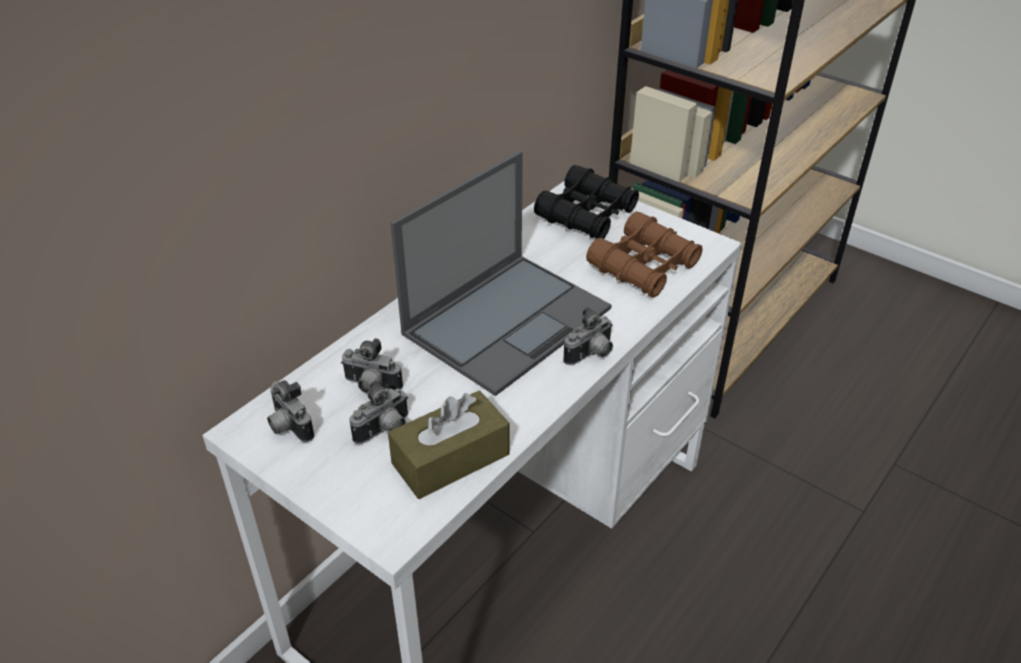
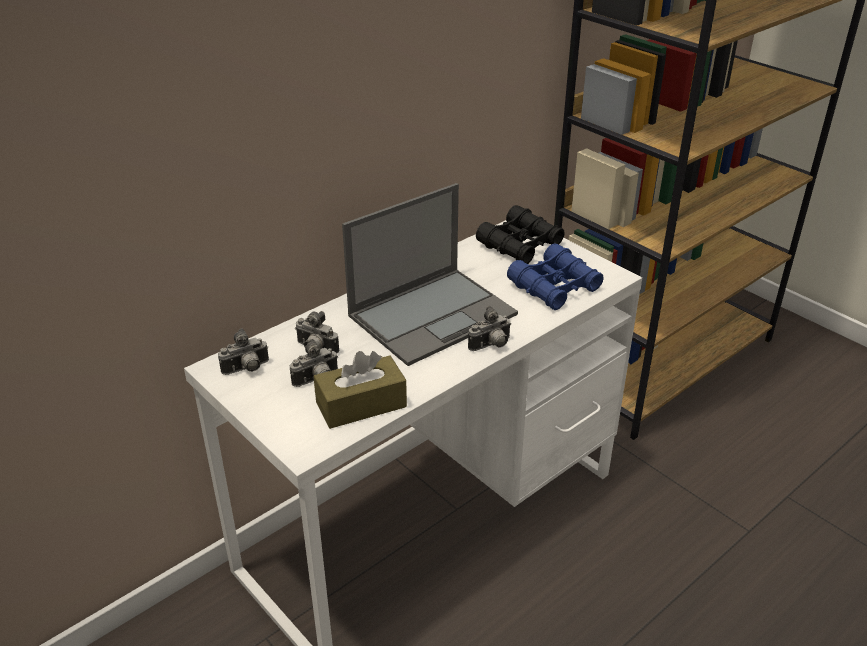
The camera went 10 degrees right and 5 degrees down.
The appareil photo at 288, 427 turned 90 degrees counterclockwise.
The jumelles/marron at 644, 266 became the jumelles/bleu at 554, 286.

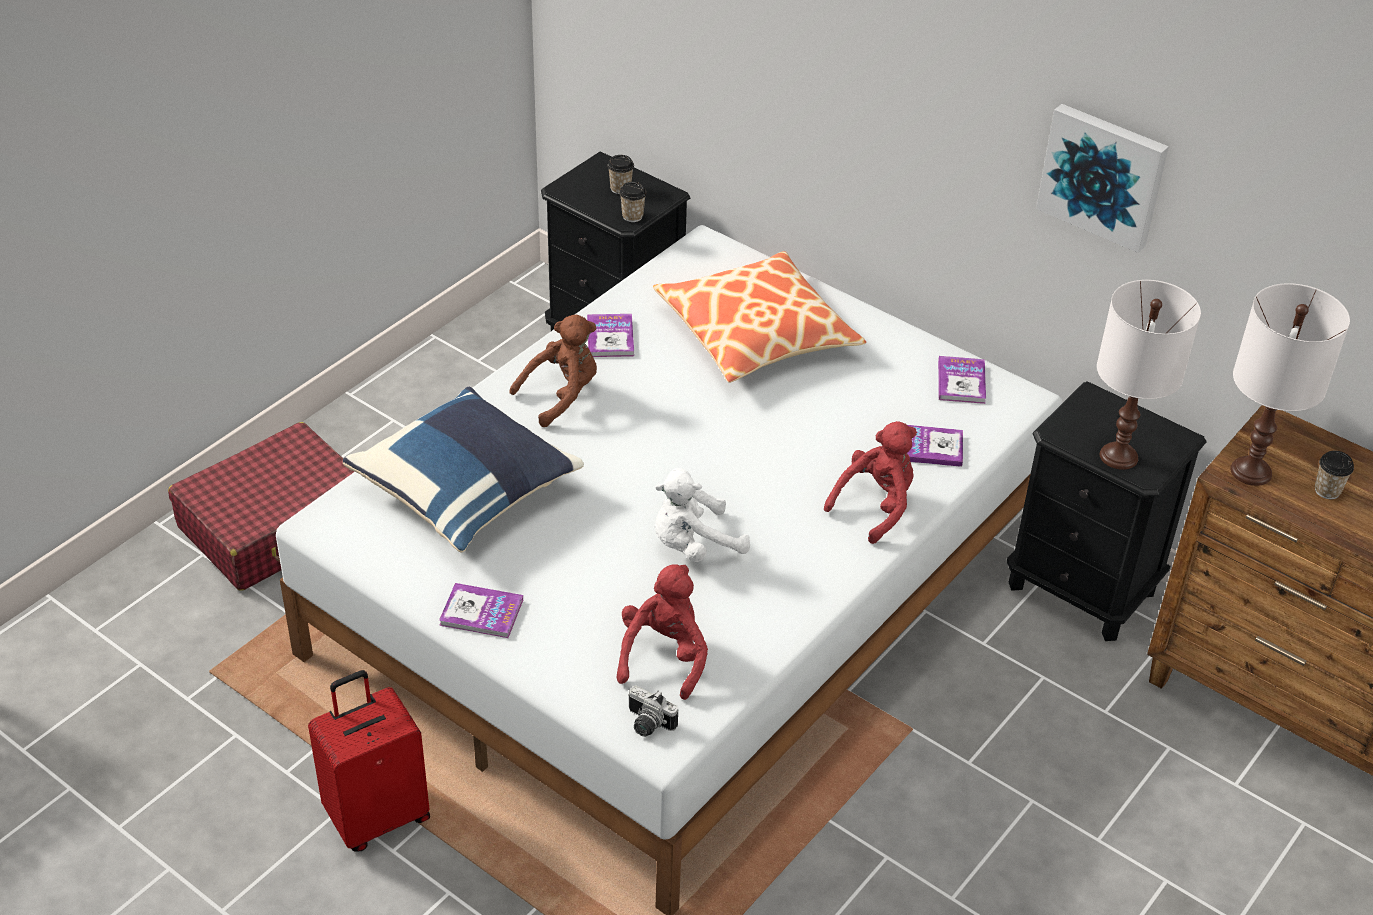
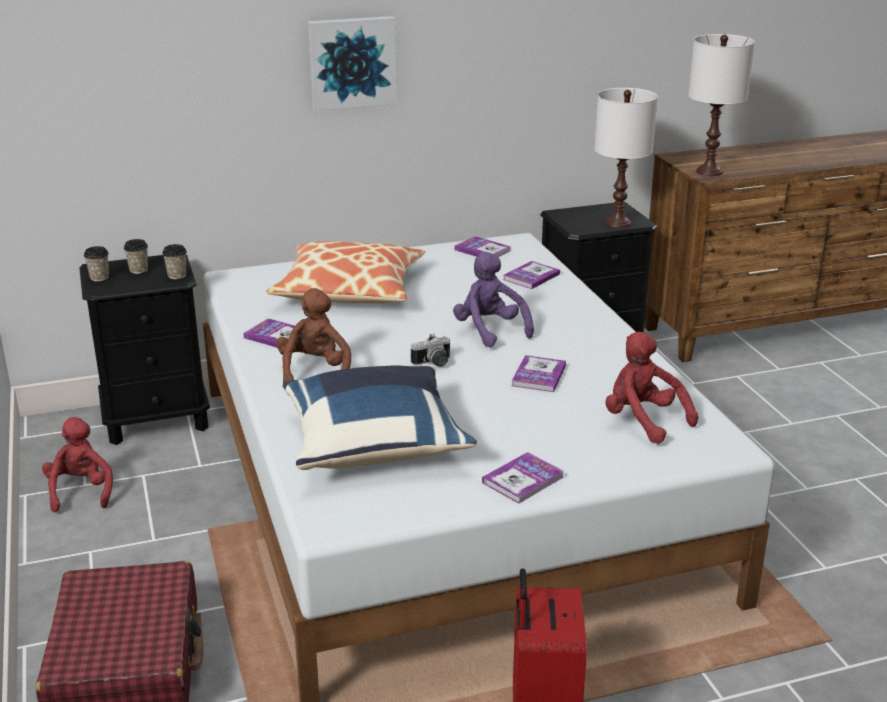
The camera went 55 degrees left and 15 degrees down.
The appareil photo moved from 647, 724 to 434, 363.
The peluche/blanc at 693, 545 was replaced by the livre at 539, 375.
The peluche/rouge moved from 875, 506 to 81, 492.
The tableau moved from 1103, 175 to 352, 62.
The tasse moved from 1327, 491 to 99, 277.
The peluche/violet at 490, 331 appeared.

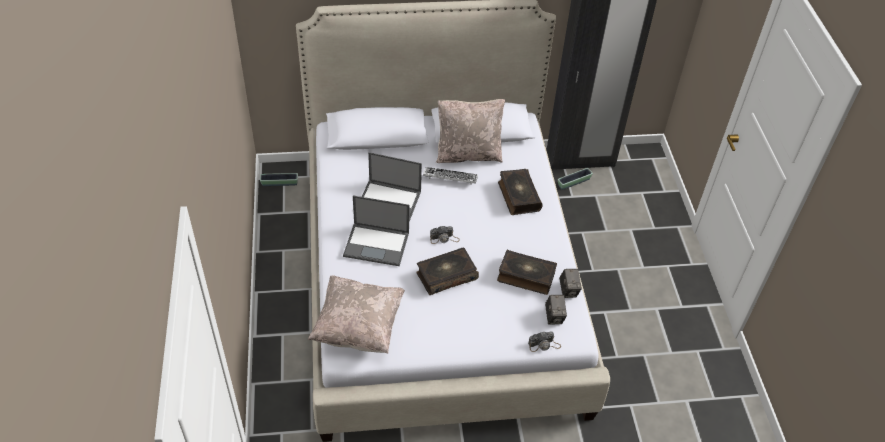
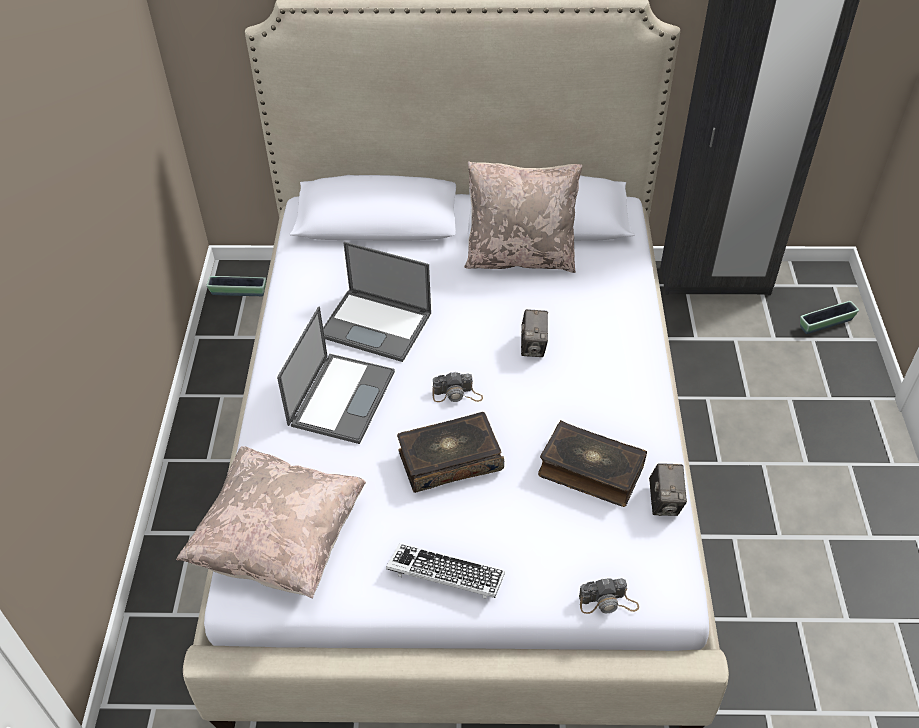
The camera went 10 degrees right and 0 degrees up.
The ordinateur portable at 377, 244 turned 90 degrees counterclockwise.
The clavier moved from 450, 178 to 445, 575.
The livre at 518, 196 disappeared.
The appareil photo moved from 554, 317 to 533, 346.
The cache-pot moved from 574, 182 to 826, 323.

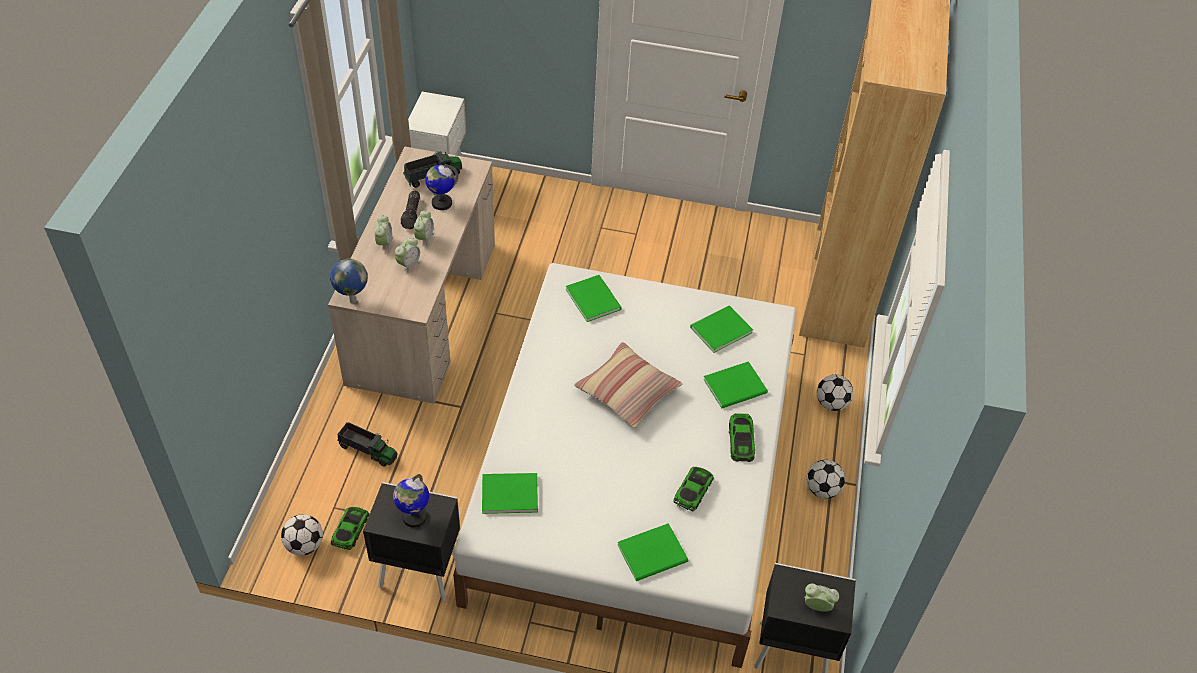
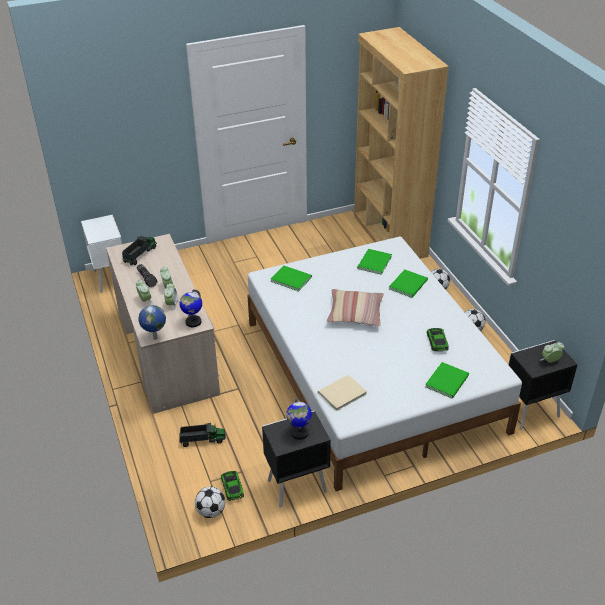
The camera went 30 degrees left and 10 degrees down.
The globe moved from 441, 203 to 193, 322.
The livre/vert at 508, 493 became the livre/beige at 340, 393.
The petite voiture at 741, 440 disappeared.

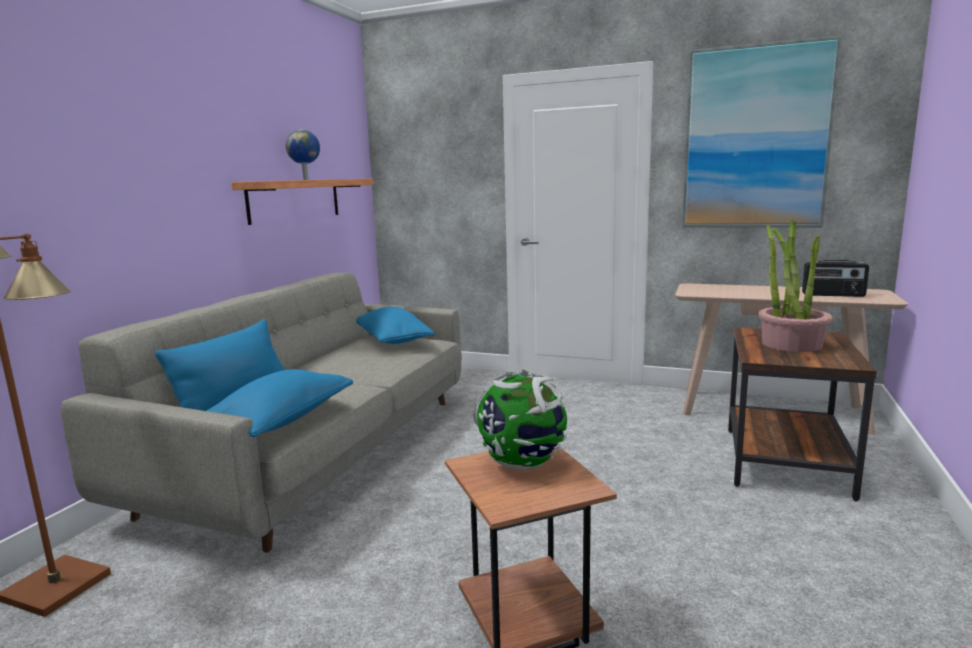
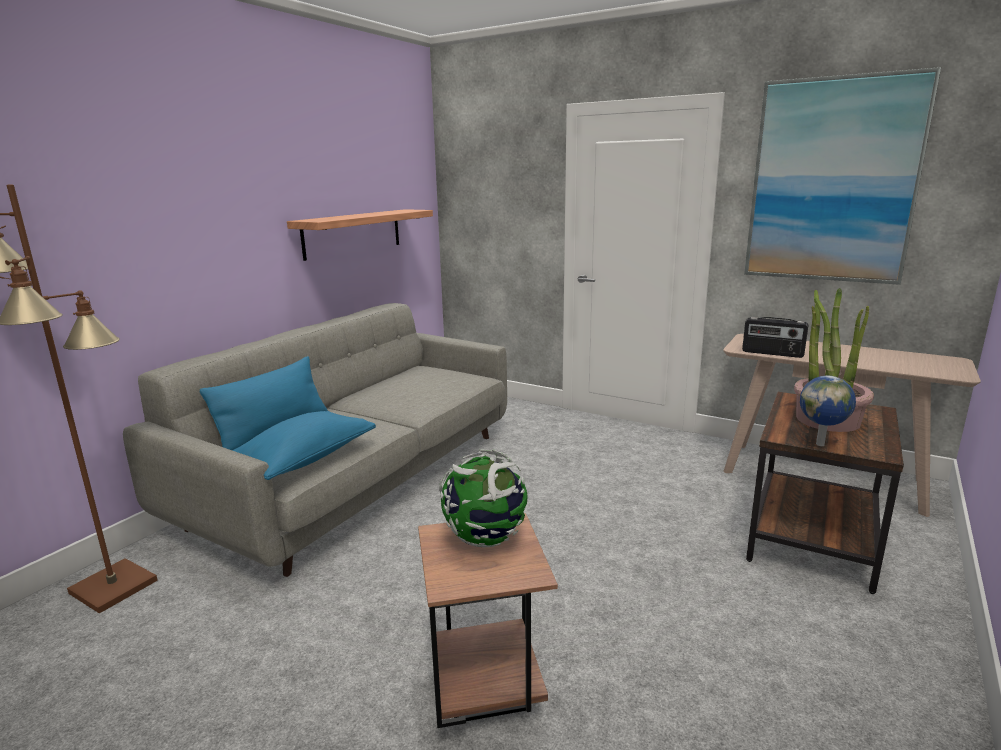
The camera went 10 degrees right and 5 degrees up.
The globe moved from 306, 179 to 821, 444.
The coussin/bleu at 392, 340 disappeared.
The radio moved from 833, 295 to 772, 353.

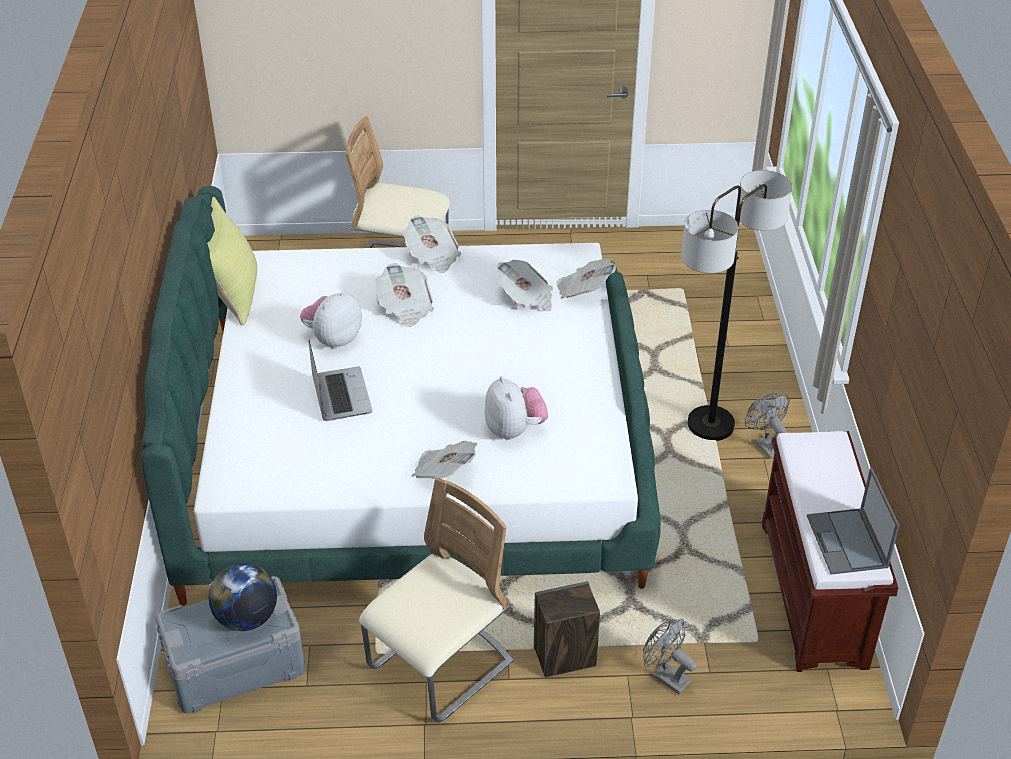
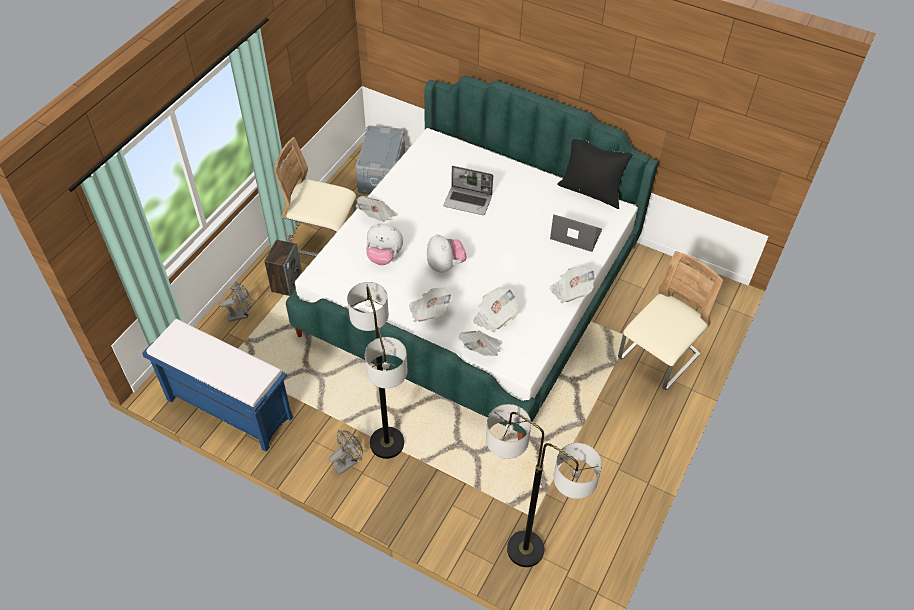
The camera went 120 degrees right and 10 degrees up.
The coussin/jaune at 235, 294 became the coussin/noir at 591, 191.
The globe at 246, 618 disappeared.
The peluche moved from 333, 339 to 445, 265.
The chaise/beige at 440, 667 turned 120 degrees clockwise.
The journal moved from 405, 308 to 429, 311.
The ventilateur/gris at 765, 444 turned 45 degrees counterclockwise.
The banc/marron at 814, 594 became the banc/bleu at 228, 408.
The ordinateur portable moved from 847, 542 to 575, 234.
The lampadaire at 525, 549 appeared.

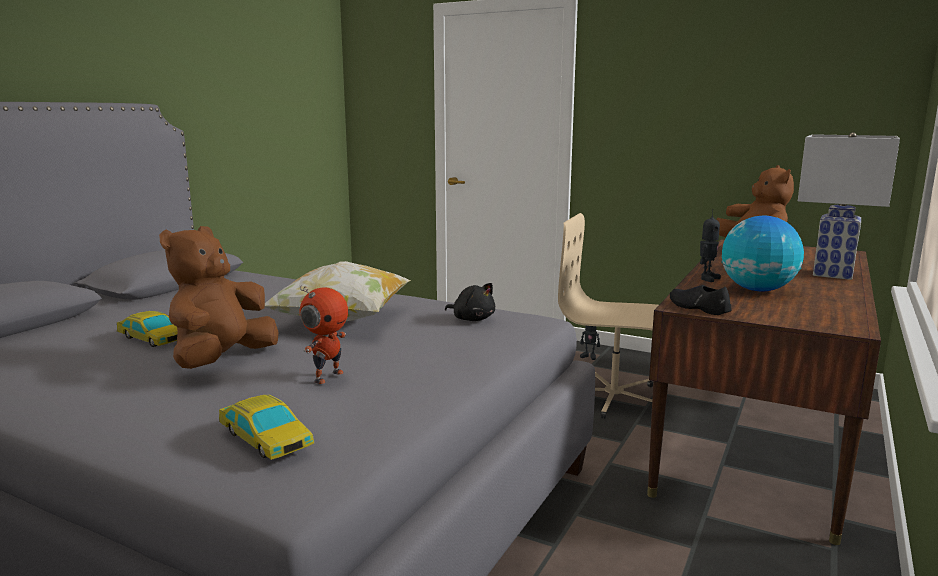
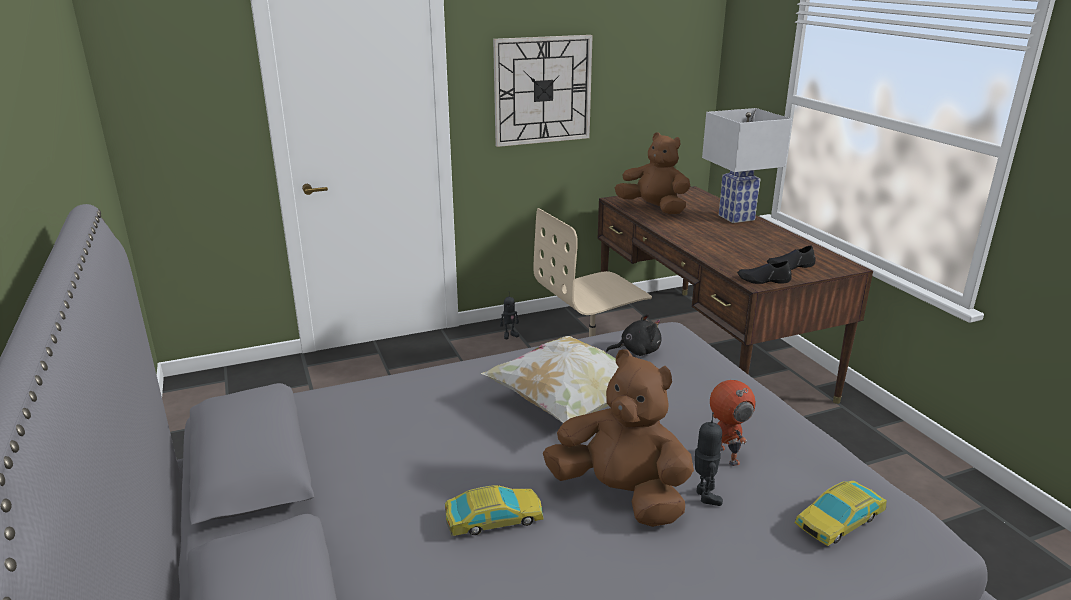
The camera went 50 degrees left and 10 degrees up.
The peluche/marron at 222, 360 turned 150 degrees clockwise.
The petite voiture at 265, 437 turned 150 degrees clockwise.
The robot jouet moved from 707, 278 to 704, 496.
The globe at 757, 290 disappeared.
The horloge murale at 542, 90 appeared.
The chaussure/noir at 790, 266 appeared.

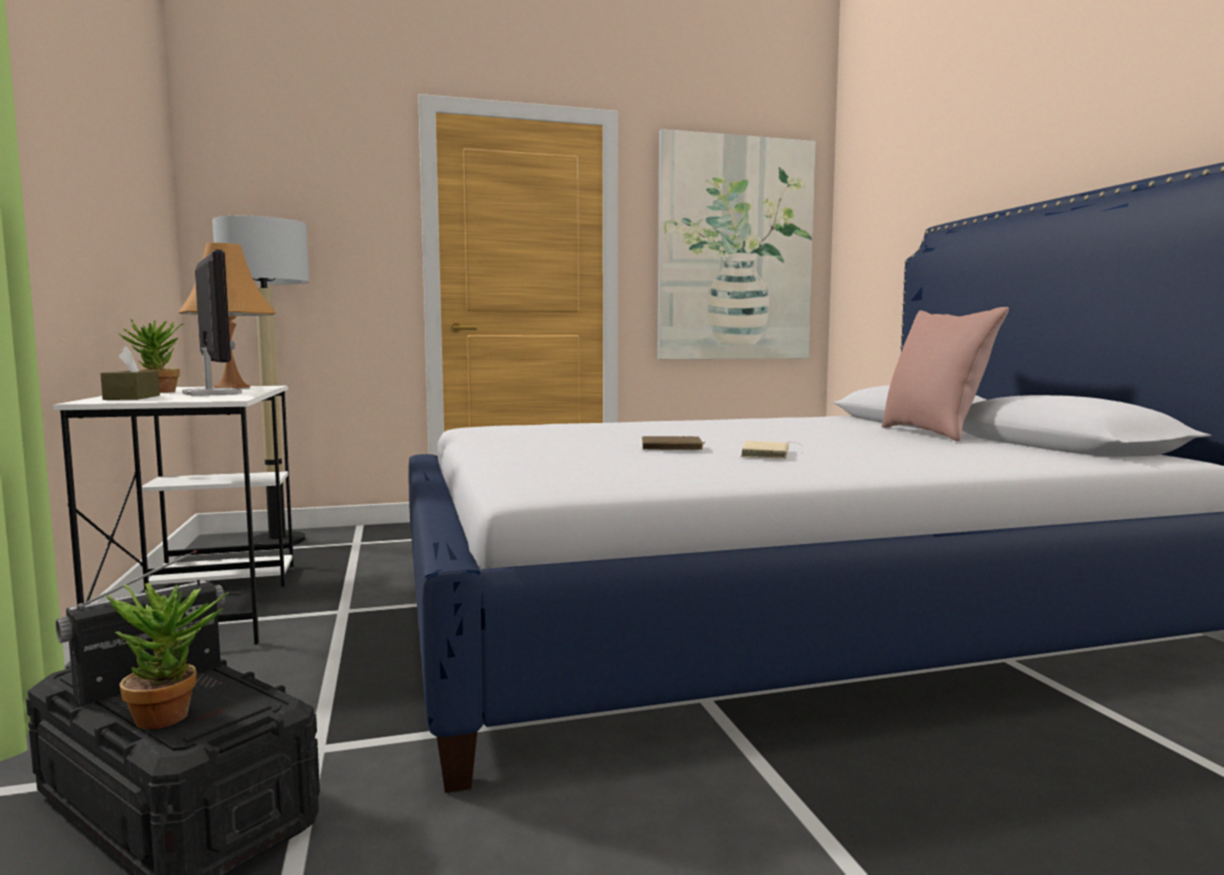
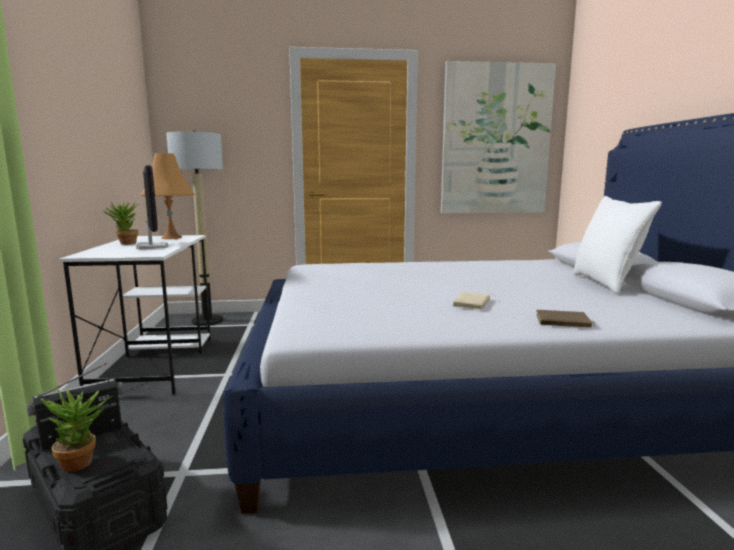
The camera went 10 degrees right and 5 degrees up.
The boîte à mouchoirs/marron at 132, 397 disappeared.
The livre/marron moved from 671, 448 to 562, 322.
The coussin/rose at 934, 434 became the coussin/blanc at 606, 283.

